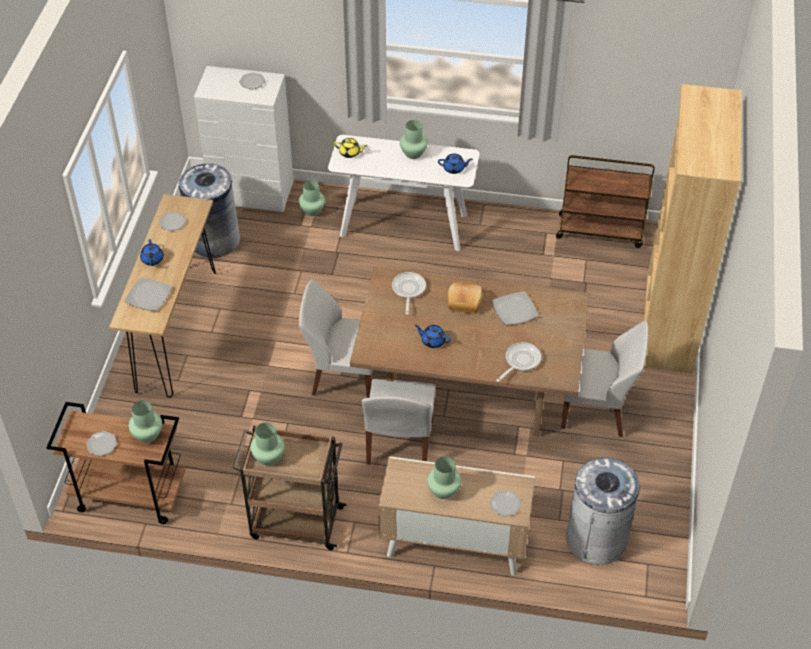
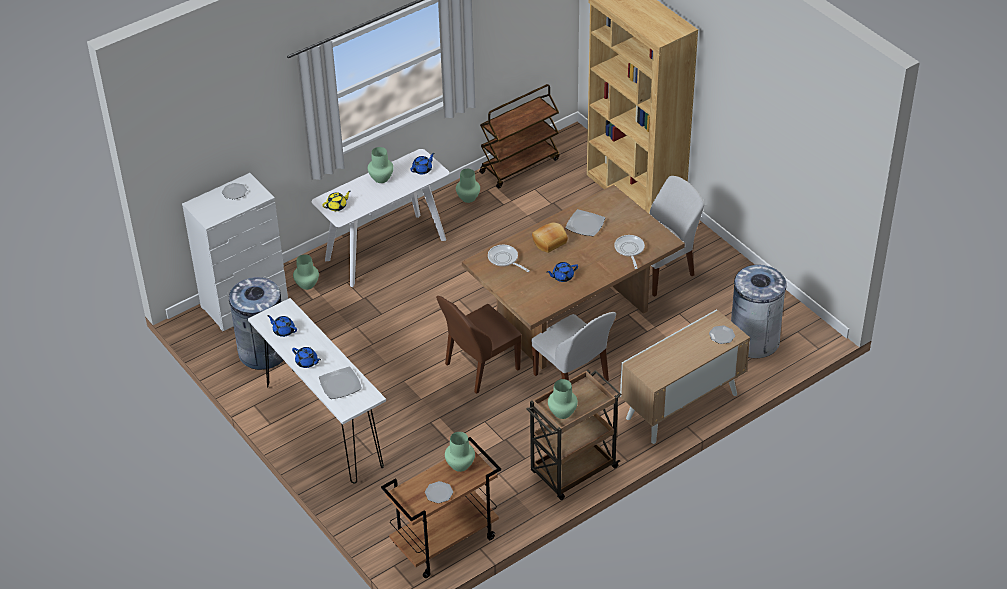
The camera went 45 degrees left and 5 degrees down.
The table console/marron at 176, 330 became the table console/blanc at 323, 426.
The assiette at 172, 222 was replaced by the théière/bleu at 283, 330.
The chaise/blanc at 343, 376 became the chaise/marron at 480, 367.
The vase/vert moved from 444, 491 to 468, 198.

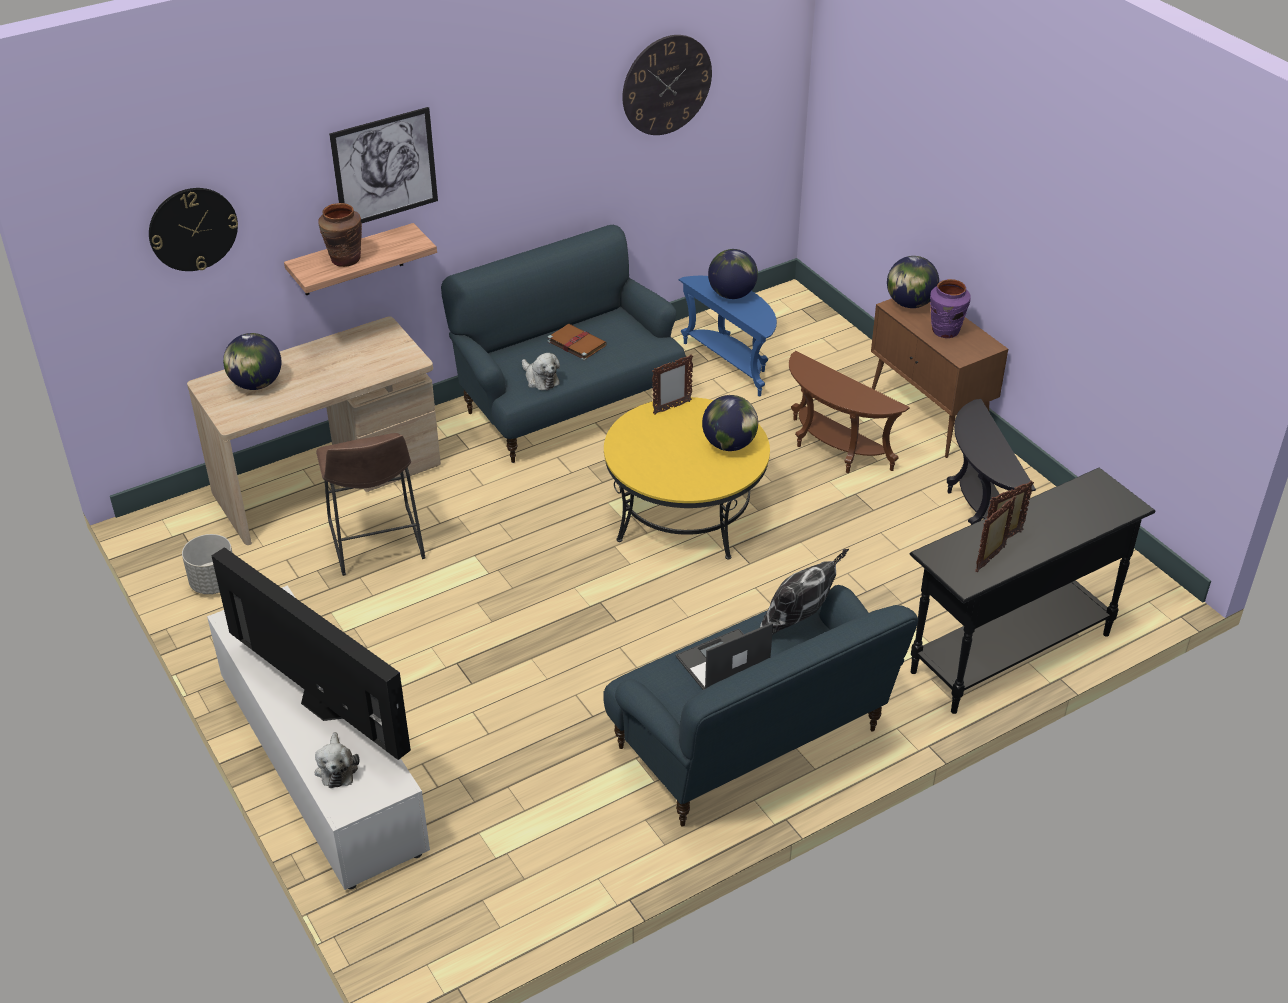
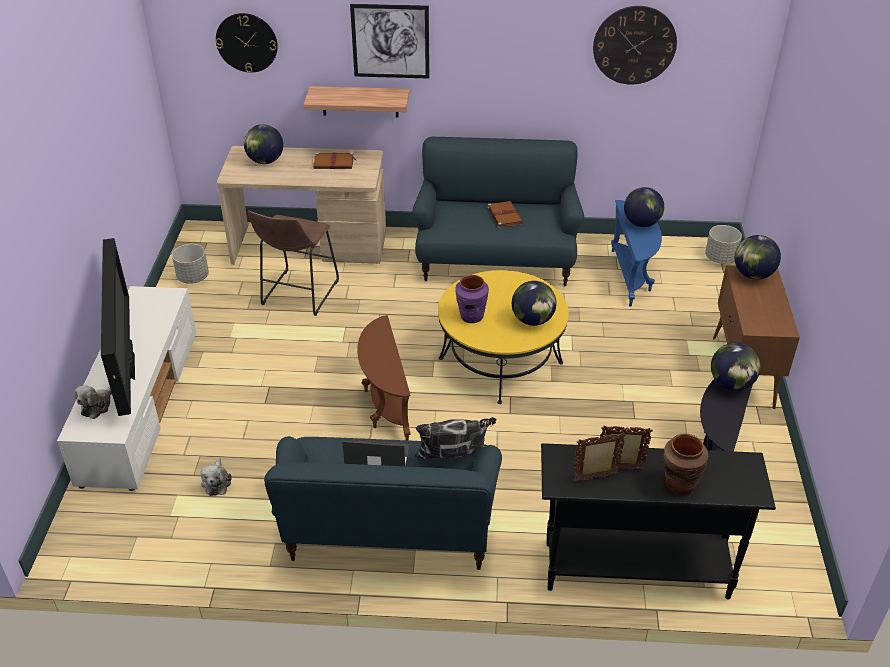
The camera went 35 degrees right and 0 degrees up.
The vase/marron moved from 345, 259 to 679, 484.
The peluche moved from 540, 379 to 217, 482.
The cadre photo at 671, 408 disappeared.
The table d'appoint/marron moved from 833, 450 to 385, 406.
The vase/violet moved from 945, 331 to 471, 316.
The livre/marron at 334, 163 appeared.
The cache-pot/gris at 720, 258 appeared.
The globe at 731, 384 appeared.

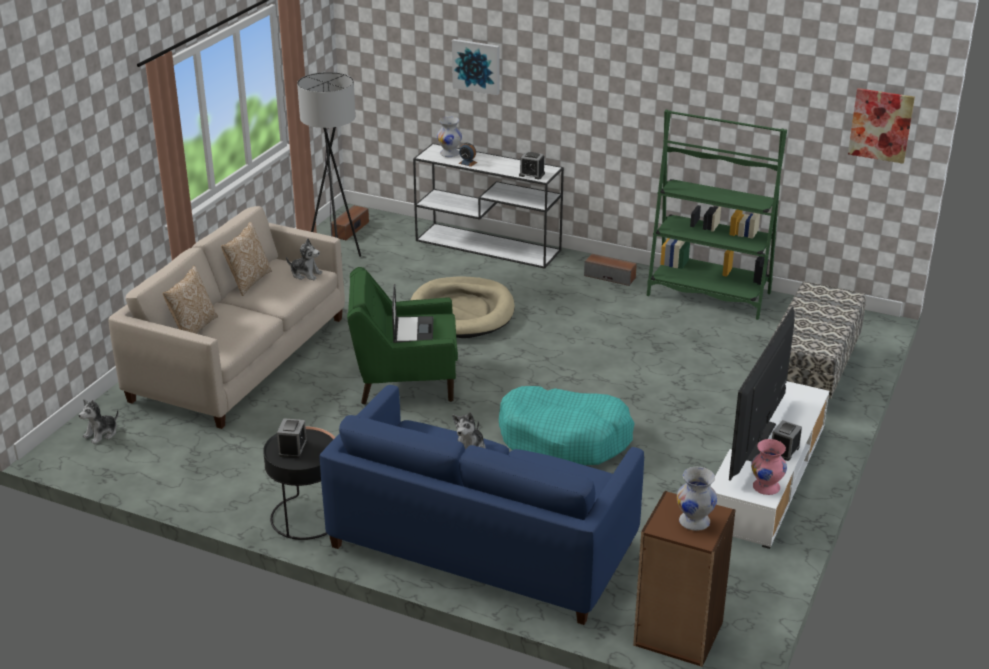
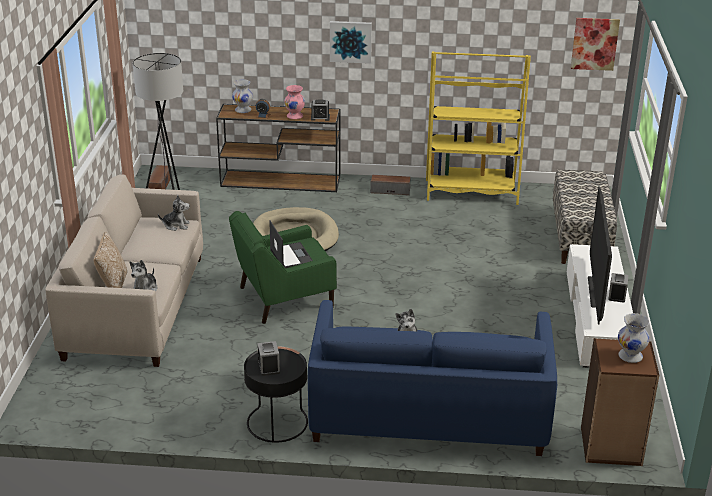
The camera went 20 degrees left and 0 degrees up.
The peluche moved from 101, 434 to 145, 290.
The coussin at 248, 281 disappeared.
The table console/blanc at 489, 245 became the table console/marron at 282, 181.
The tableau moved from 476, 66 to 350, 41.
The panier pour chien/turquoise at 564, 439 disappeared.
The bibliothèque/vert at 709, 294 became the bibliothèque/jaune at 471, 192.
The vase/rose moved from 767, 487 to 295, 116.

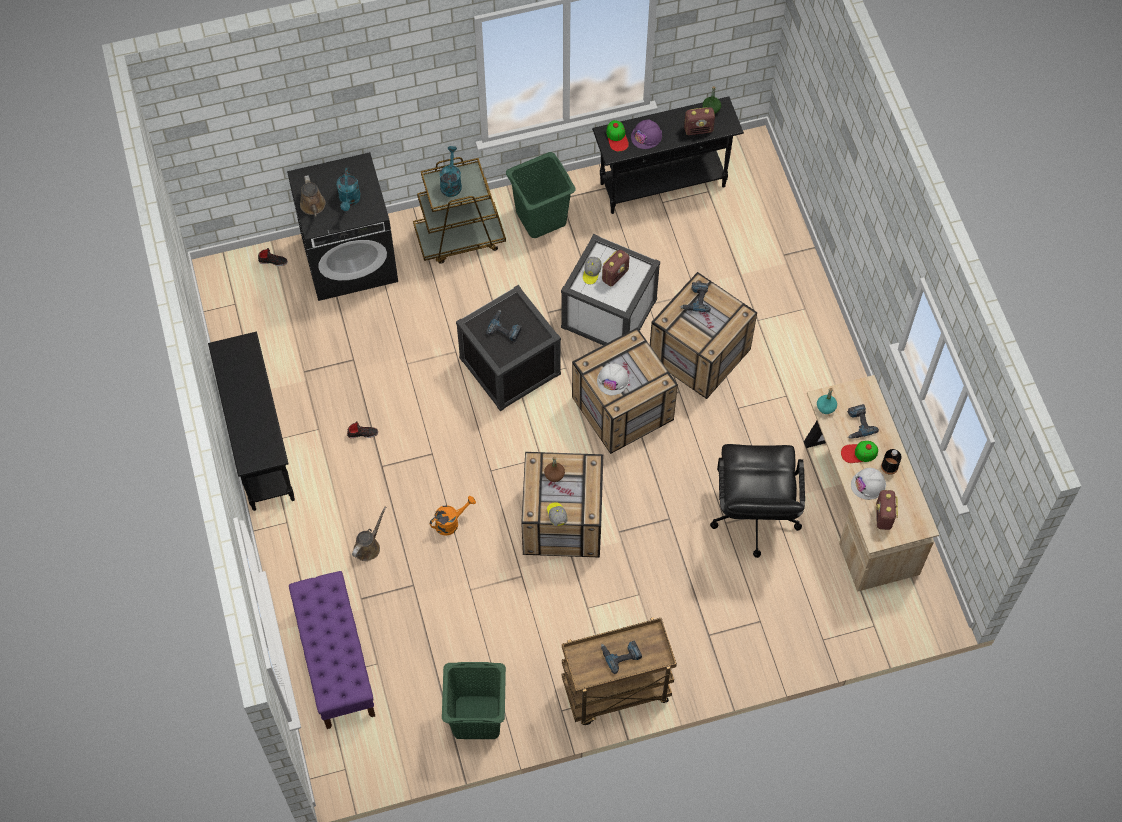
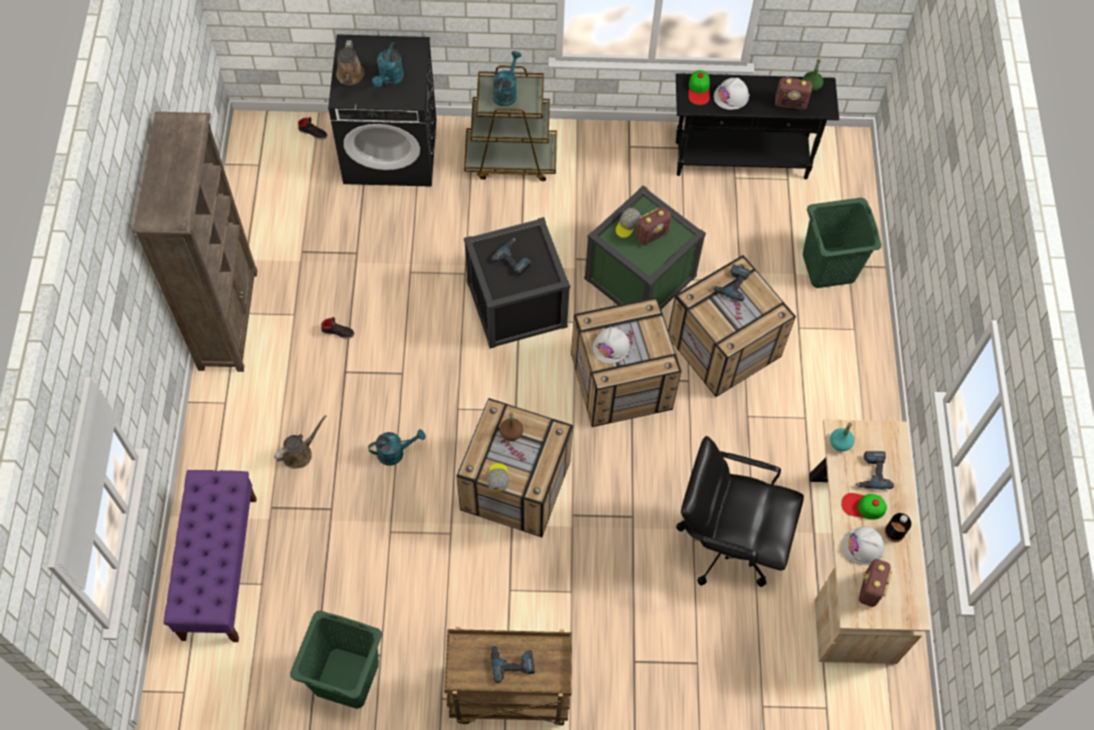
The camera went 15 degrees right and 0 degrees up.
The table console/noir at 261, 449 was replaced by the bibliothèque/marron at 228, 319.
The arrosoir/orange at 451, 522 became the arrosoir/turquoise at 395, 452.
The panier à linge/vert moved from 540, 217 to 828, 267.
The boîte de rangement/blanc at 609, 313 became the boîte de rangement/vert at 640, 277.
The casque de chantier/violet at 646, 136 became the casque de chantier/blanc at 731, 96.
The chaise de bureau/noir at 754, 516 turned 90 degrees clockwise.

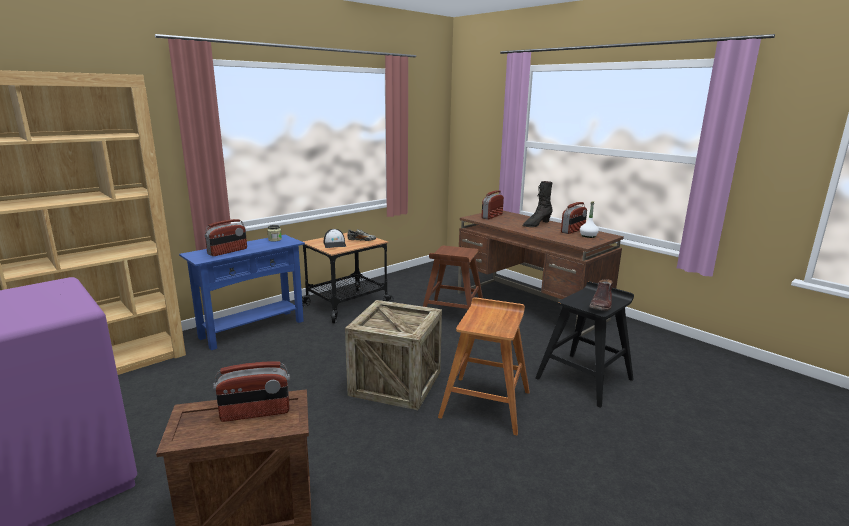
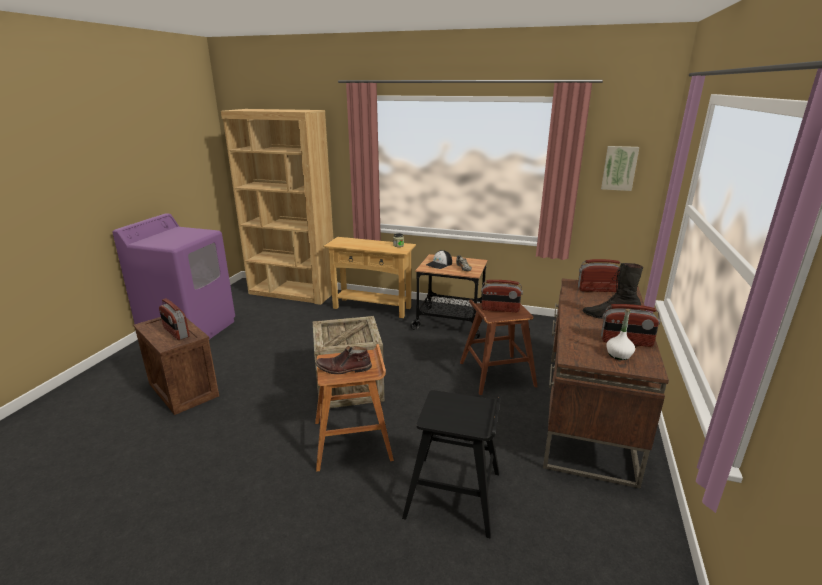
The camera went 60 degrees right and 5 degrees up.
The table console/bleu at 252, 329 became the table console/beige at 372, 308.
The radio moved from 228, 251 to 500, 309.
The botte/marron moved from 601, 305 to 343, 369.
The tableau at 619, 168 appeared.

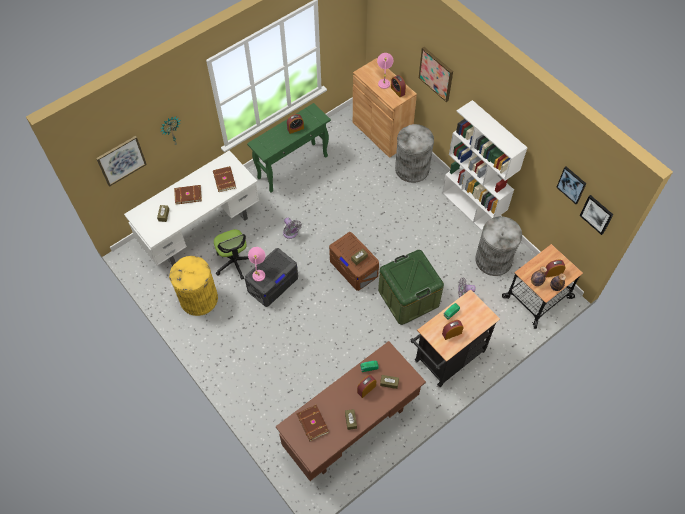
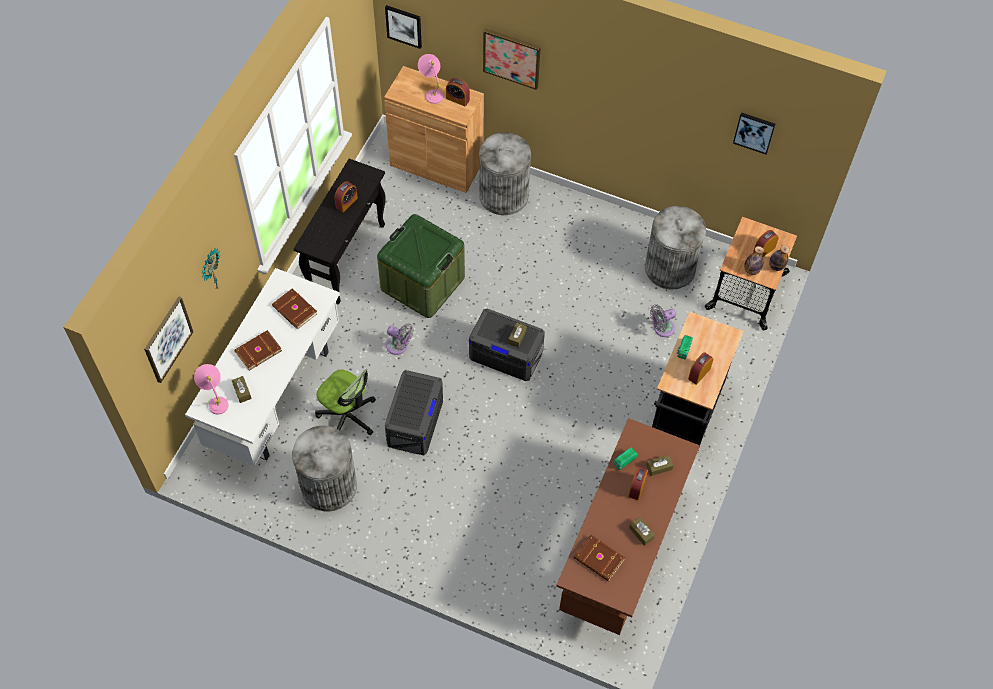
The camera went 30 degrees left and 0 degrees up.
The poubelle/jaune at 198, 299 became the poubelle/gris at 328, 486.
The table console/vert at 293, 167 became the table console/noir at 347, 257.
The lampe de table/rose moved from 259, 271 to 216, 400.
The boîte de rangement/marron at 353, 268 became the boîte de rangement/gris at 506, 354.
The boîte de rangement/vert moved from 408, 298 to 422, 283.
The bibliothèque/blanc at 472, 209 disappeared.
The tableau moved from 596, 214 to 404, 26.

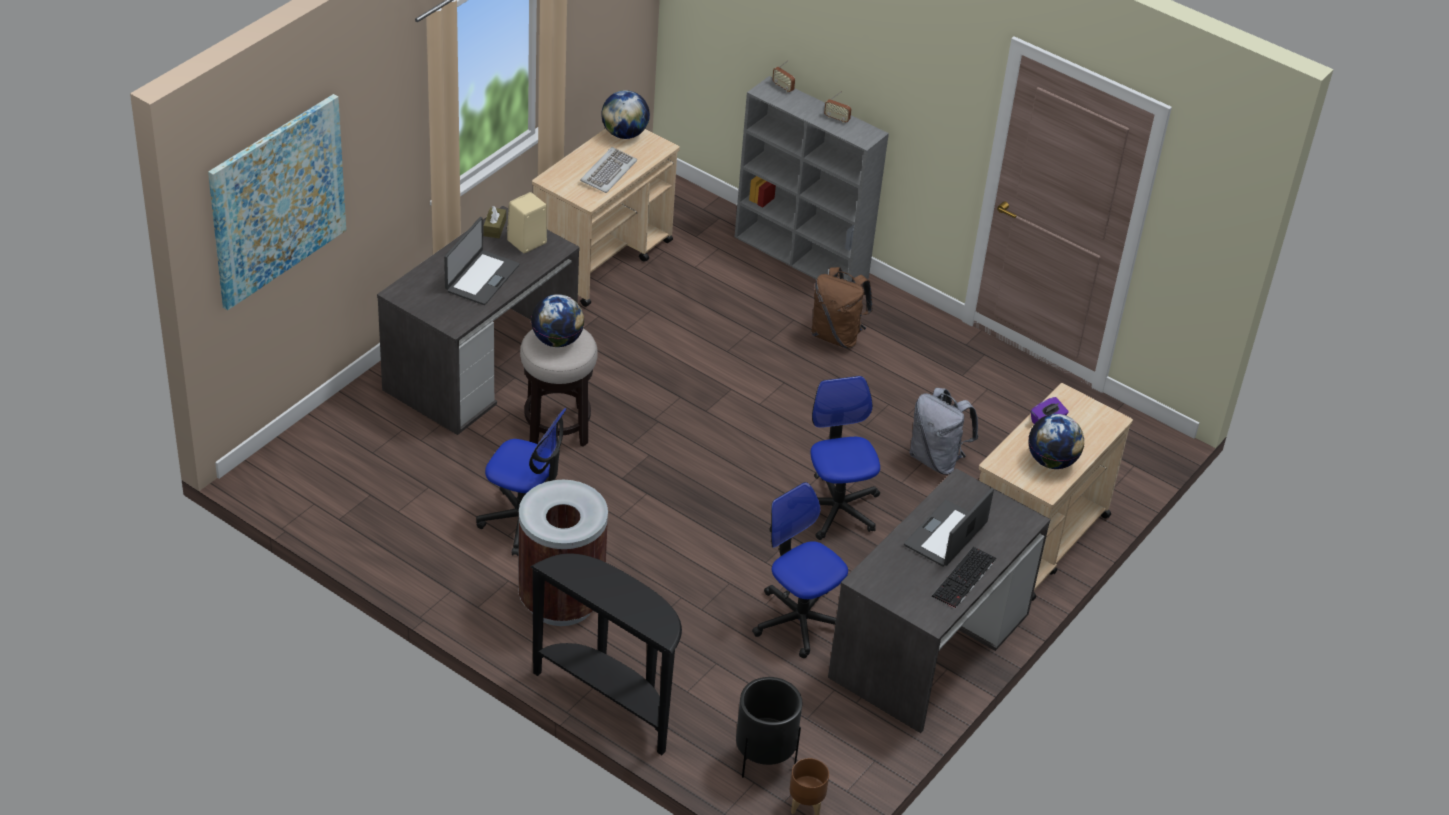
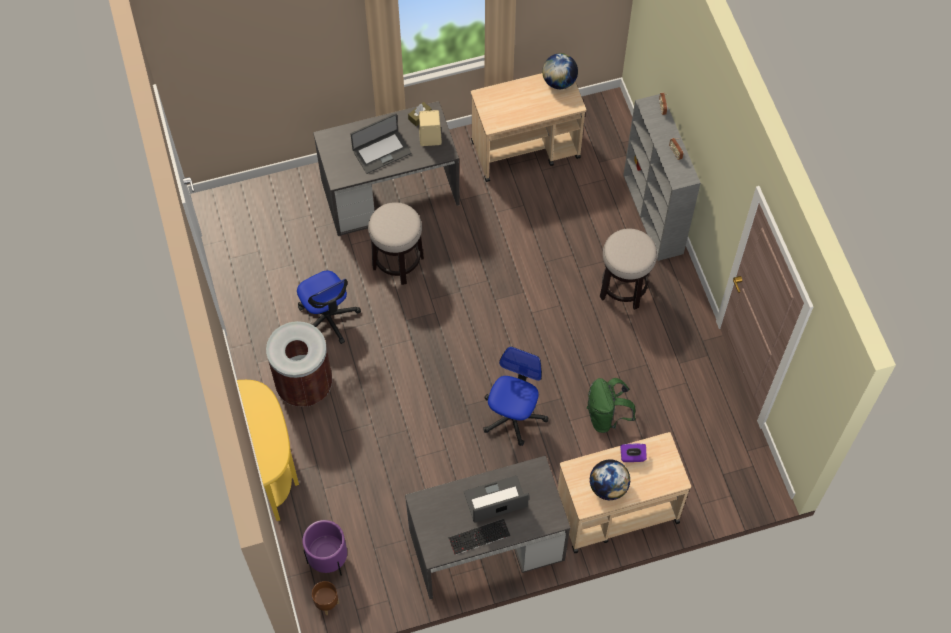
The camera went 40 degrees right and 20 degrees up.
The tableau at 277, 200 disappeared.
The table console/noir at 610, 700 became the table console/jaune at 278, 468.
The globe at 557, 340 disappeared.
The clavier at 608, 172 disappeared.
The cache-pot/noir at 764, 760 became the cache-pot/violet at 328, 560.
The chaise de bureau at 799, 620 disappeared.
The sac à dos/marron at 837, 336 was replaced by the tabouret at 623, 288.
The sac à dos/gris at 937, 459 became the sac à dos/vert at 606, 416.

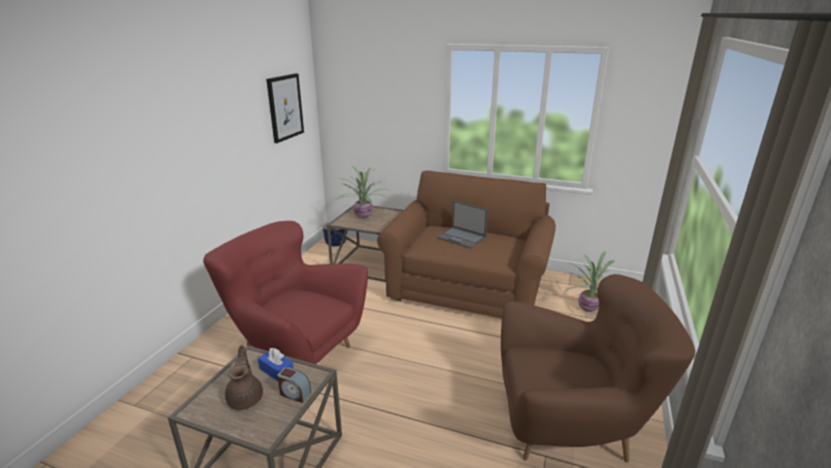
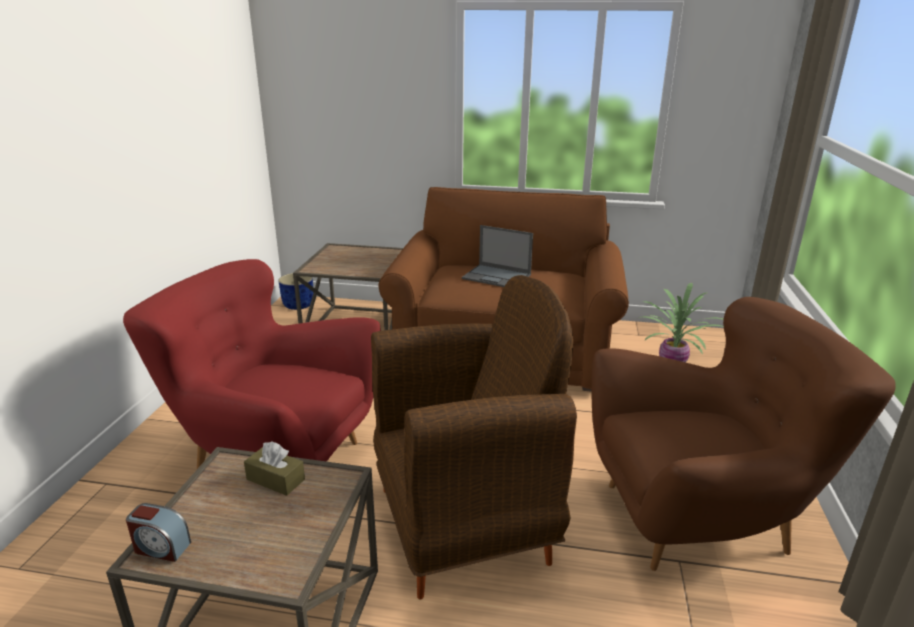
The camera went 10 degrees left and 0 degrees up.
The théière/marron at 246, 398 disappeared.
The boîte à mouchoirs/bleu at 276, 371 became the boîte à mouchoirs/marron at 275, 479.
The tableau at 285, 107 disappeared.
The réveil moved from 294, 393 to 161, 547.
The plante en pot at 363, 216 disappeared.
The fauteuil/marron at 466, 524 appeared.

